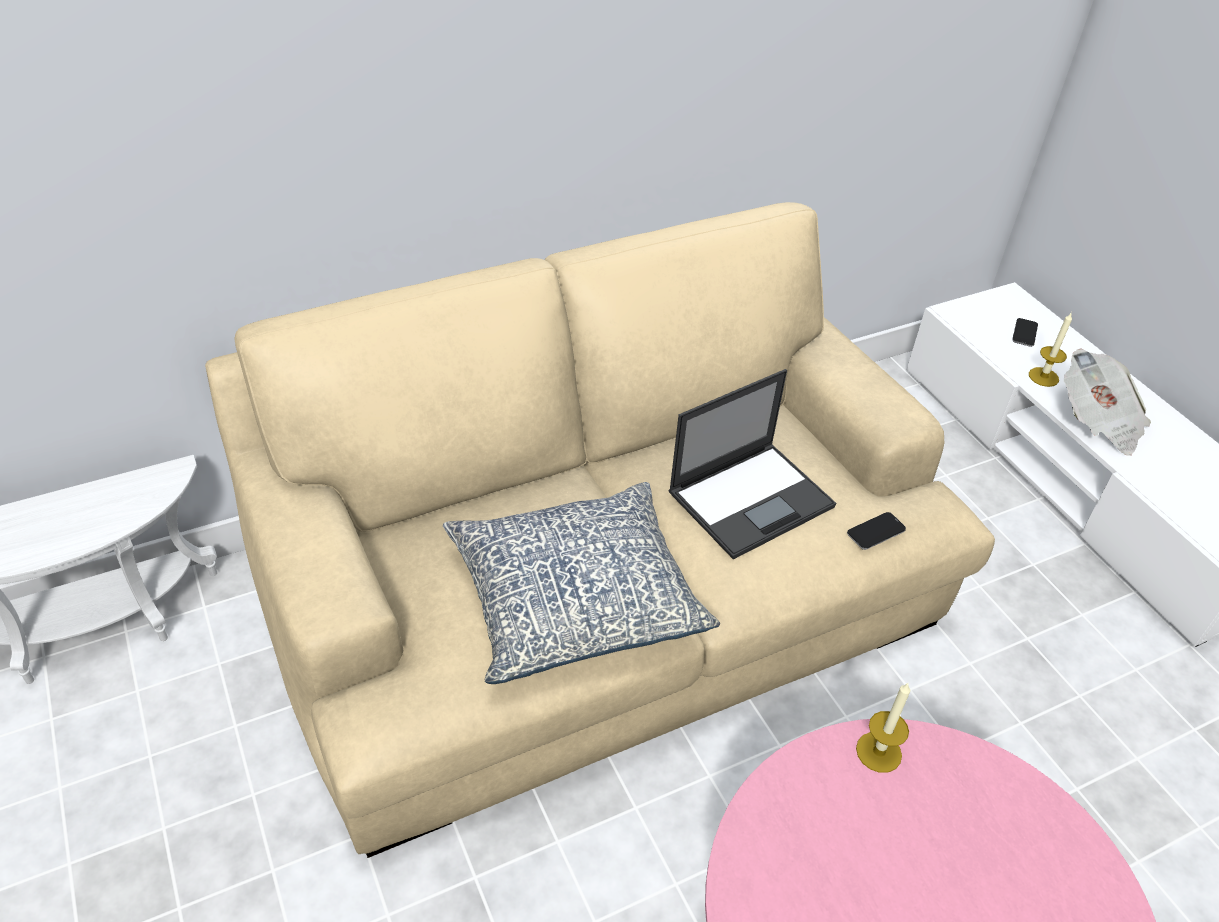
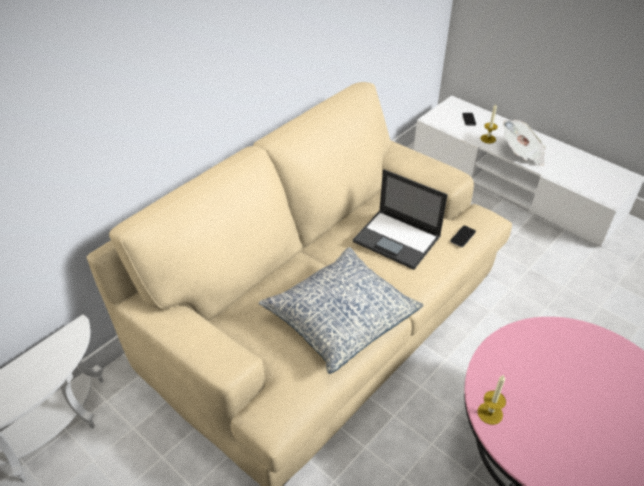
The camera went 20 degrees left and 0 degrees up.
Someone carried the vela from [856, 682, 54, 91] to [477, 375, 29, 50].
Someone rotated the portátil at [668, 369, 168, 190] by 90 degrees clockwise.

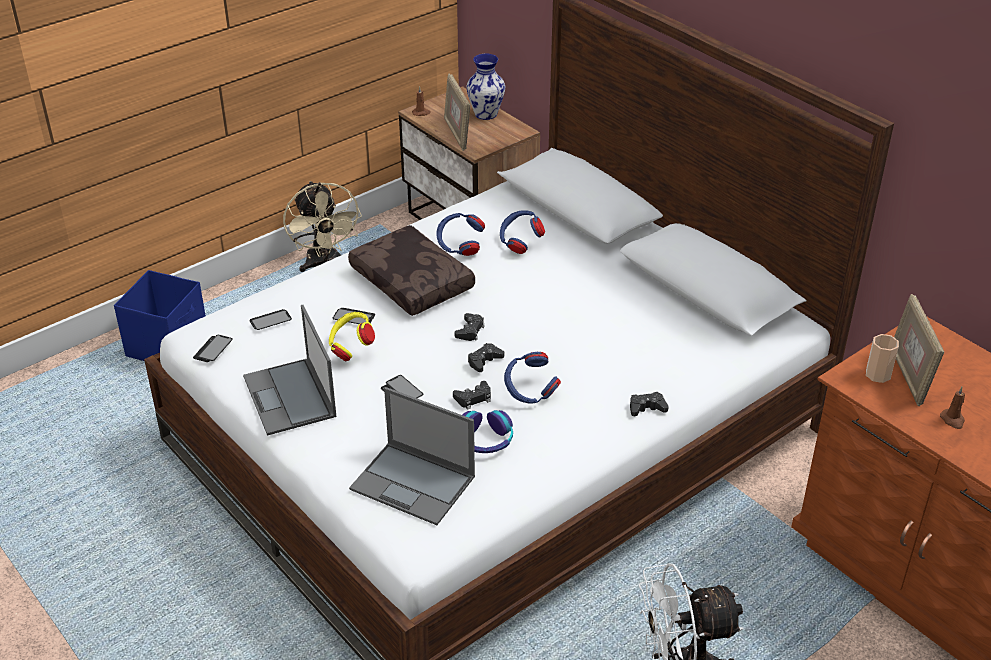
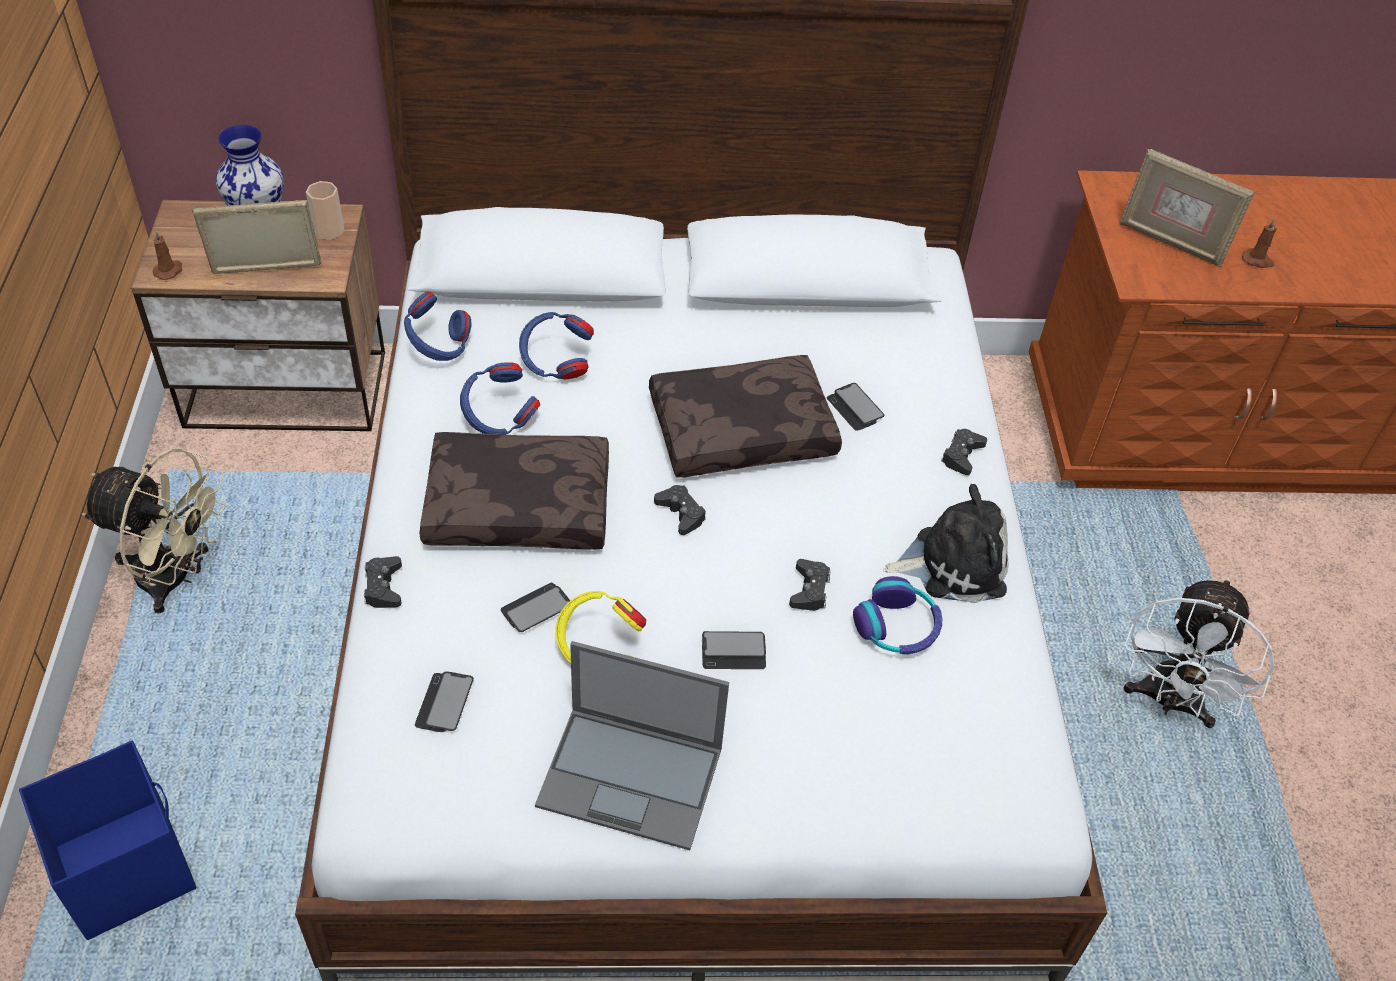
The camera went 55 degrees left and 10 degrees up.
Someone took away the portátil at [349, 387, 126, 138].
Someone put down the cojín (marrón) at [649, 355, 193, 123].
Someone put down the peluche at [883, 484, 125, 119].
Someone carried the móvil from [193, 335, 40, 27] to [827, 383, 57, 48].
Someone carried the mando de consola (negro) from [468, 343, 36, 29] to [364, 556, 38, 52].
Someone carried the auriculares (azul) from [504, 352, 57, 52] to [404, 291, 68, 70].
Someone carried the taza from [866, 334, 33, 49] to [306, 181, 38, 59].
Someone rotated the portarretratos at [444, 74, 26, 77] by 150 degrees clockwise.

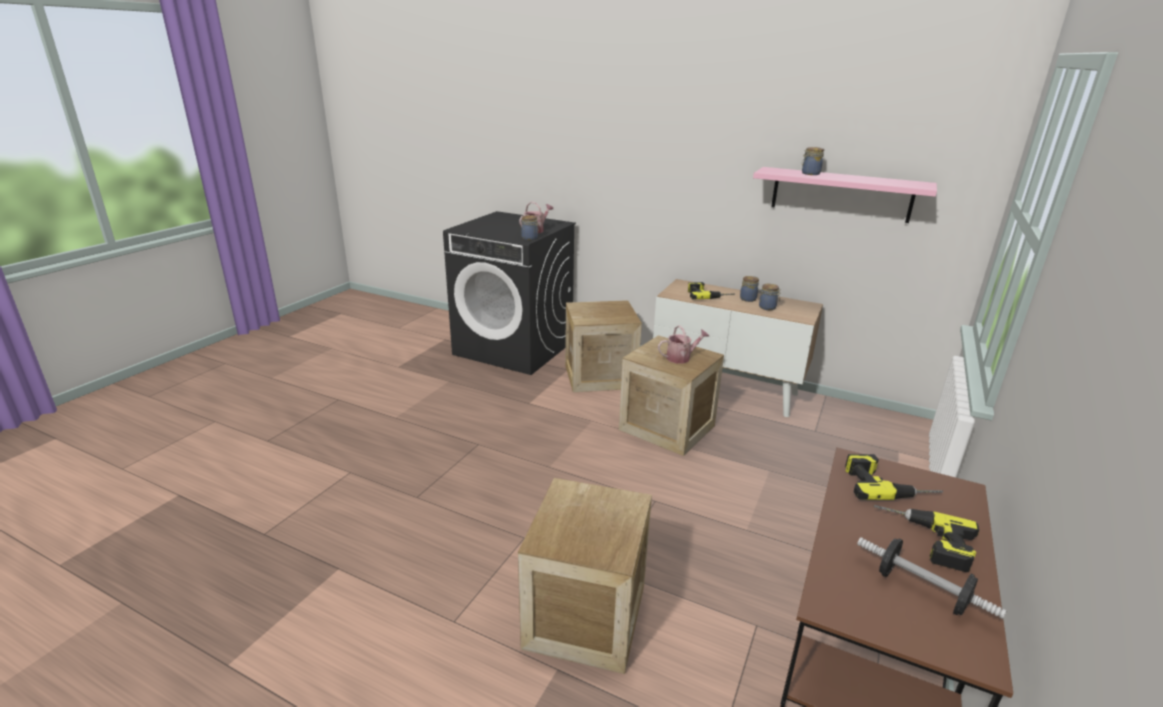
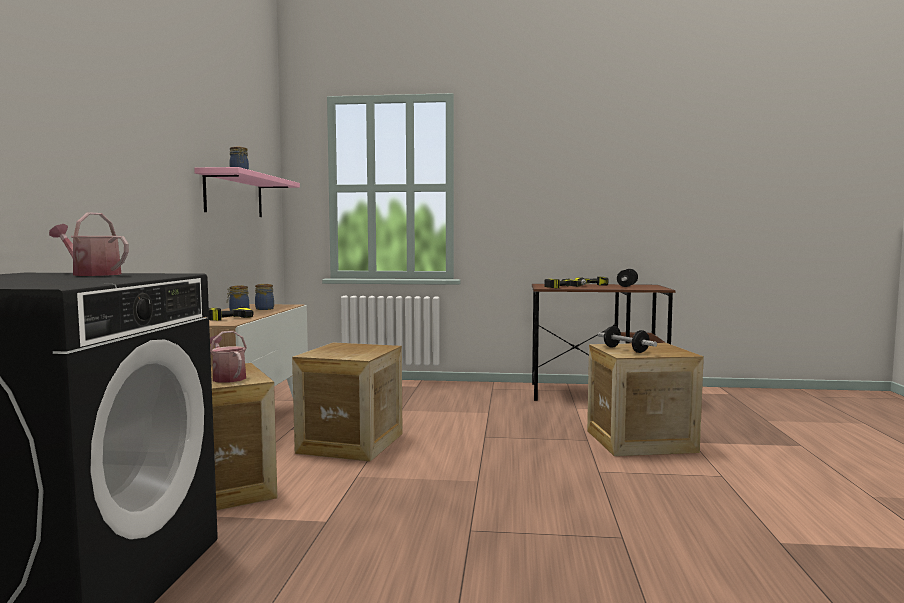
The camera went 110 degrees left and 20 degrees down.
Someone took away the tarro at [521, 215, 18, 25].
Someone put down the mancuerna at [598, 326, 59, 27].
Someone carried the regadera from [658, 325, 51, 39] to [210, 331, 37, 52].

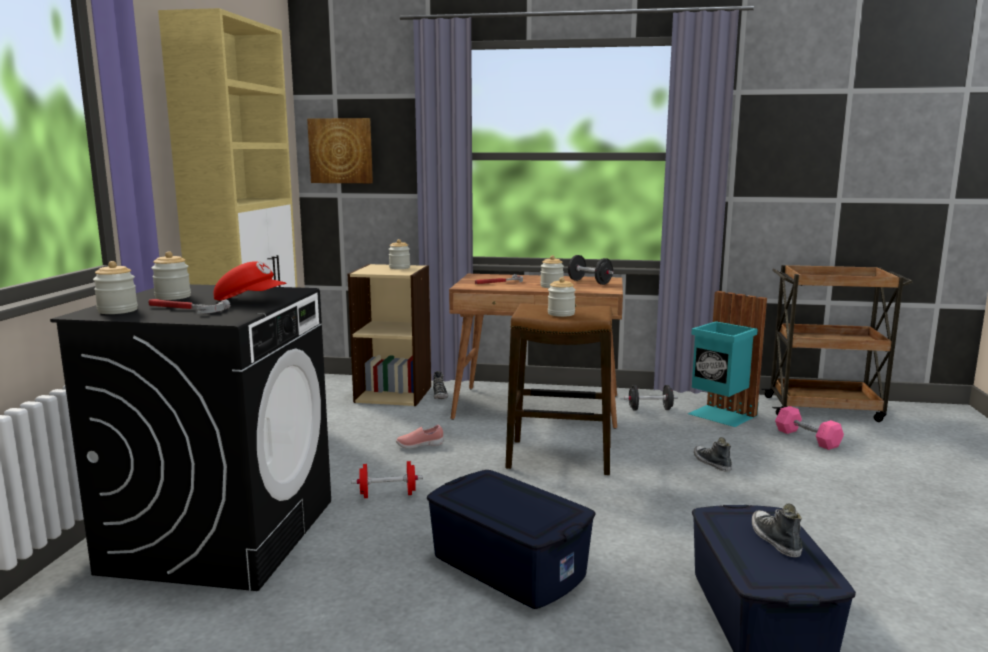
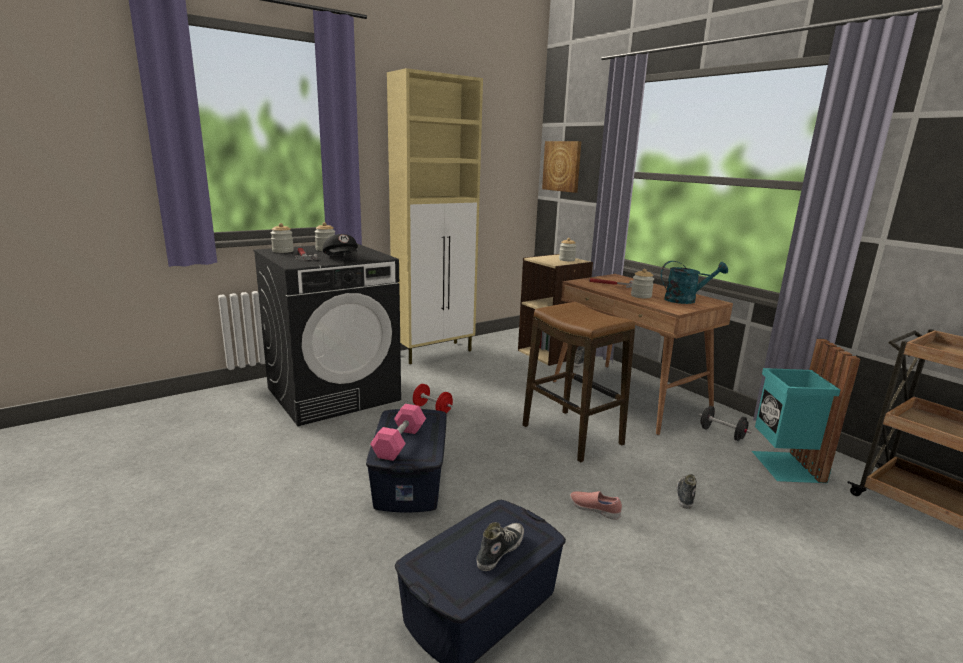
The camera went 45 degrees right and 5 degrees up.
Someone took away the tarro at [548, 277, 28, 40].
Someone carried the zapato (rosa) from [396, 425, 47, 24] to [570, 491, 52, 29].
Someone carried the mancuerna (rosa) from [775, 406, 69, 44] to [370, 404, 56, 57].
Someone swapped the mancuerna (negro) at [568, 255, 46, 30] for the regadera (turquesa) at [661, 261, 67, 43].
Someone repainted the gorra (rojo) at [214, 261, 73, 39], which became the gorra (negro) at [323, 234, 35, 21].

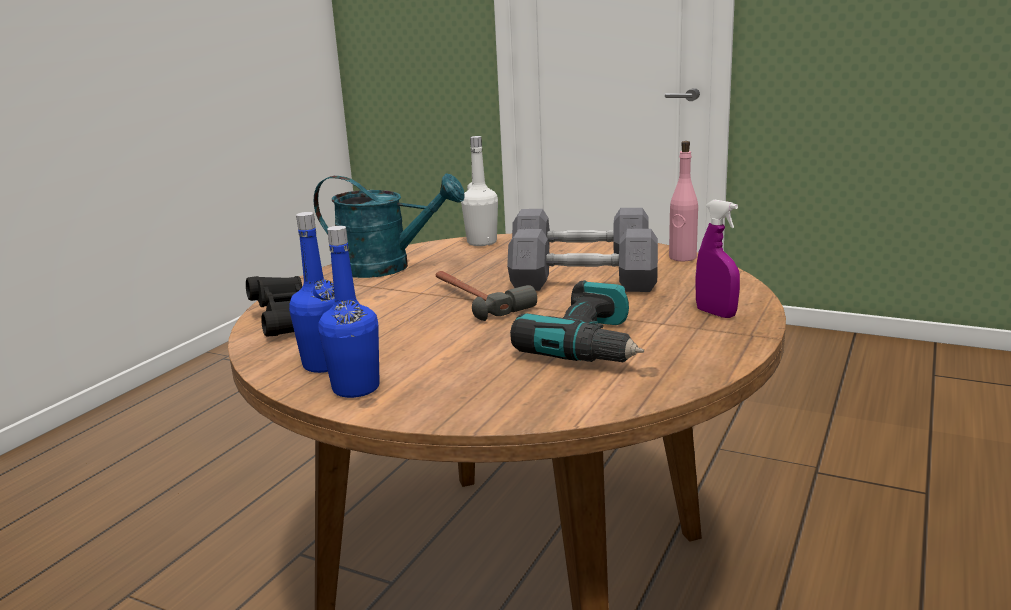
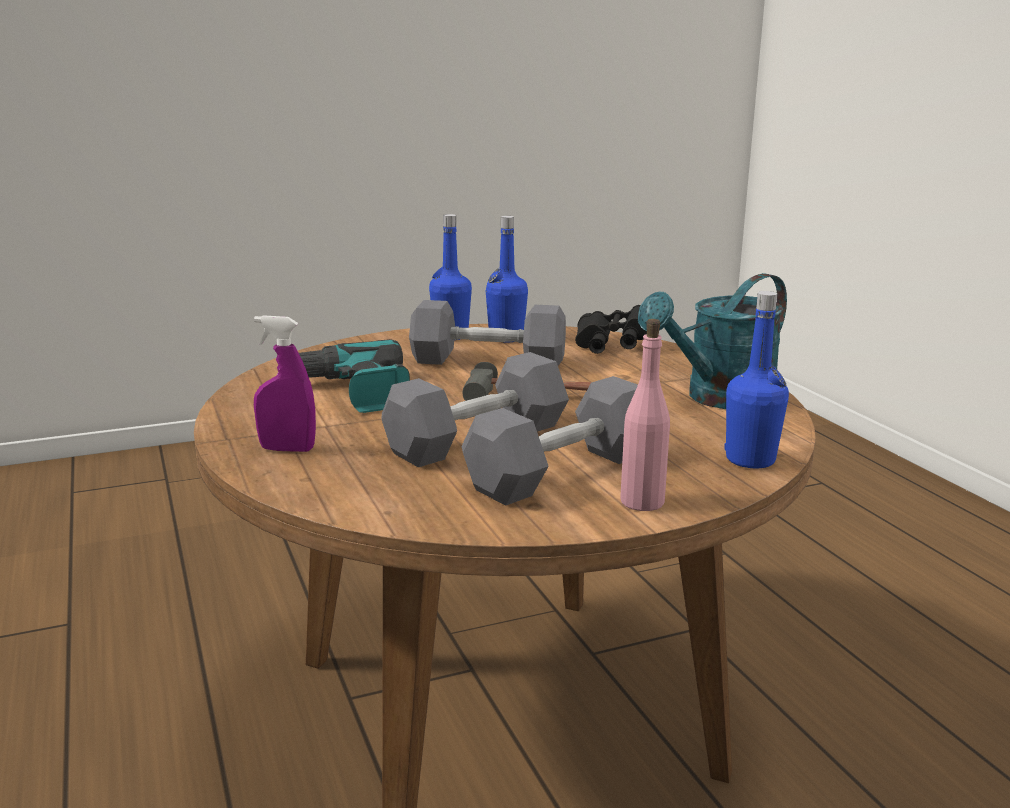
The camera went 130 degrees right and 0 degrees up.
Someone put down the mancuerna (gris) at [409, 300, 157, 66].
Someone carried the botella (rosa) from [669, 141, 29, 121] to [620, 319, 50, 192].
Someone repainted the botella (blanco) at [461, 136, 37, 110], which became the botella (azul) at [724, 291, 65, 178].

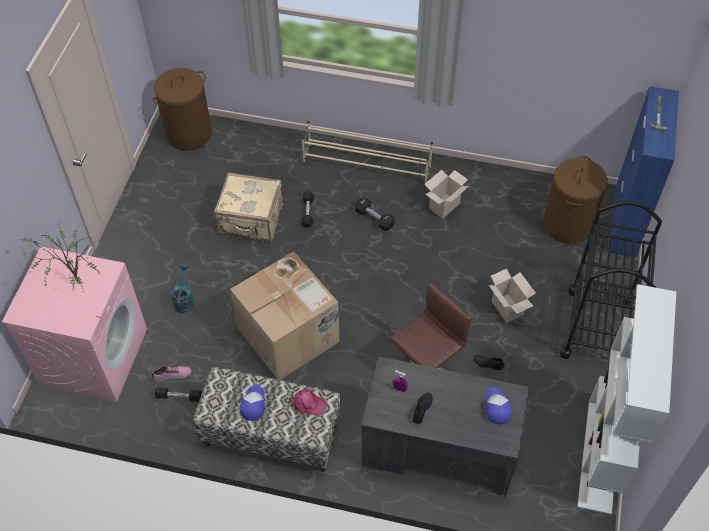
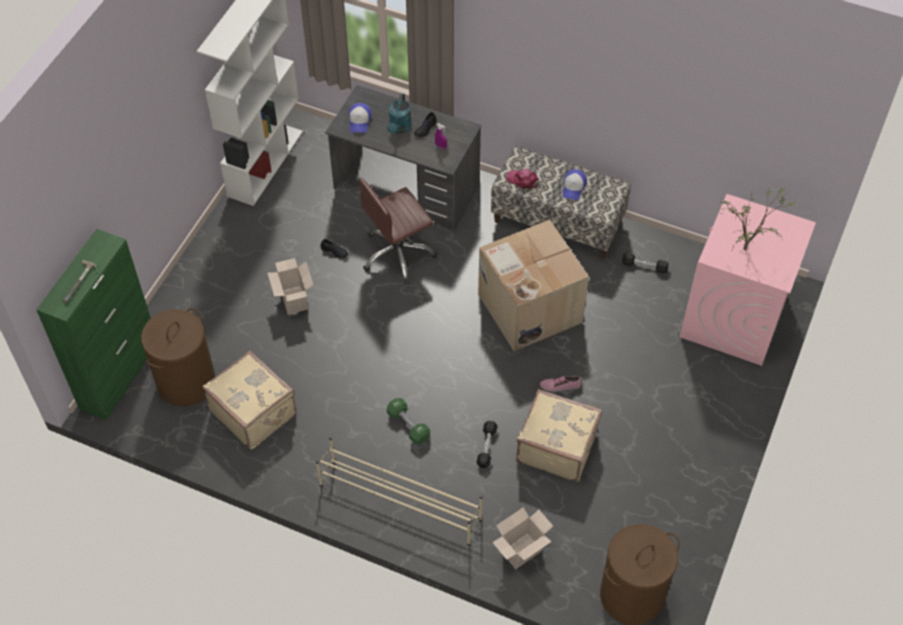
The camera went 170 degrees left and 0 degrees up.
Someone took away the carrito (negro) at [560, 201, 102, 158].
Someone put down the maleta (beis) at [203, 351, 93, 98].
Someone carried the zapato from [152, 366, 40, 16] to [540, 376, 42, 16].
Someone carried the regadera (turquesa) from [170, 264, 24, 49] to [387, 94, 25, 40].
Someone carried the caja de cartón from [424, 170, 44, 48] to [492, 507, 61, 62].
Someone repainted the mancuerna (negro) at [355, 198, 40, 33], which became the mancuerna (verde) at [387, 398, 43, 46].
Someone repainted the armario (azul) at [610, 86, 69, 172], which became the armario (verde) at [36, 229, 115, 191].

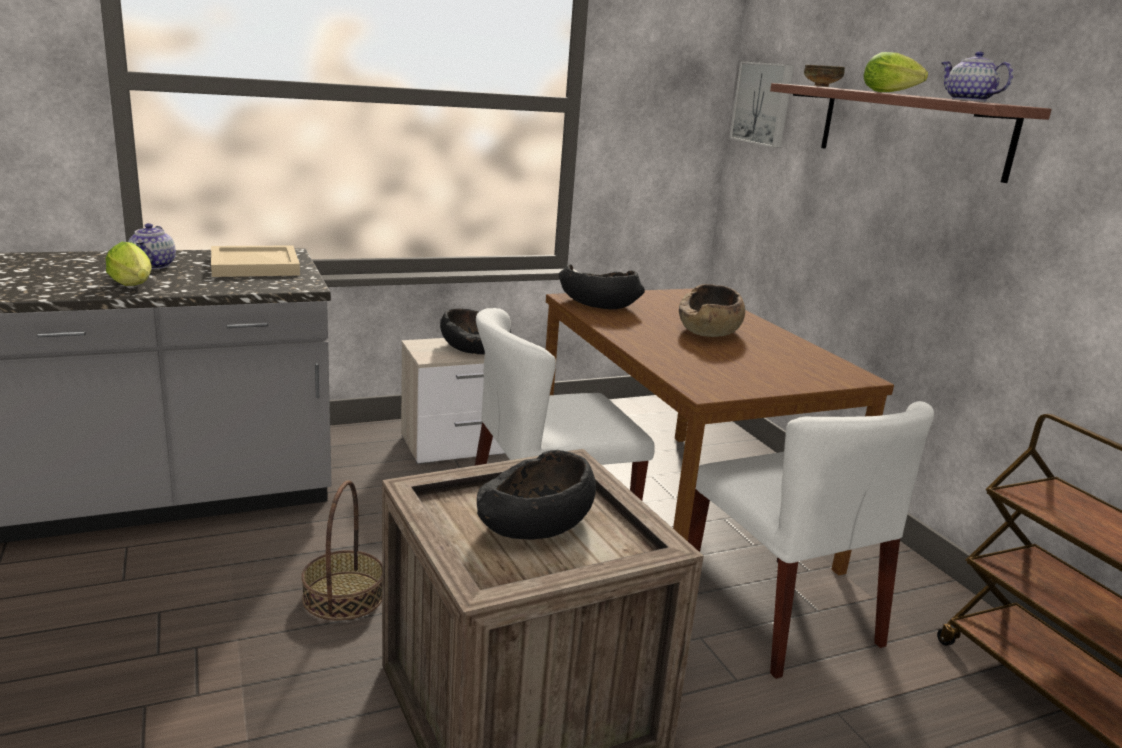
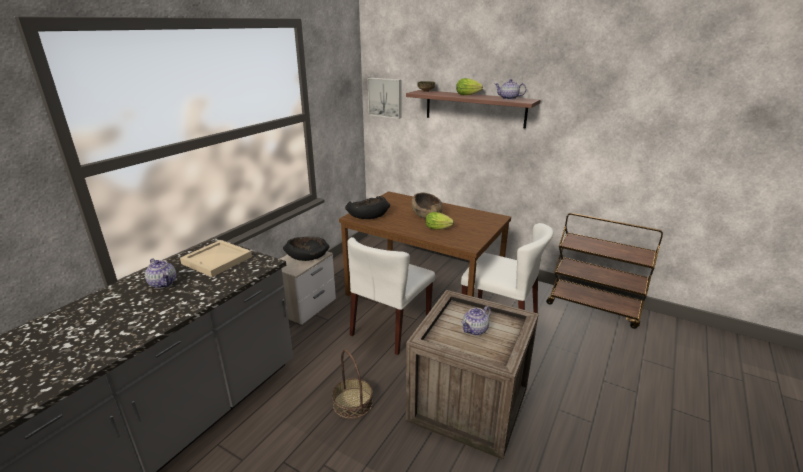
The camera went 35 degrees left and 5 degrees up.
Someone carried the lechuga from [106, 242, 46, 44] to [426, 212, 28, 18].
Someone swapped the cuenco (negro) at [477, 450, 119, 90] for the tetera at [461, 306, 30, 29].

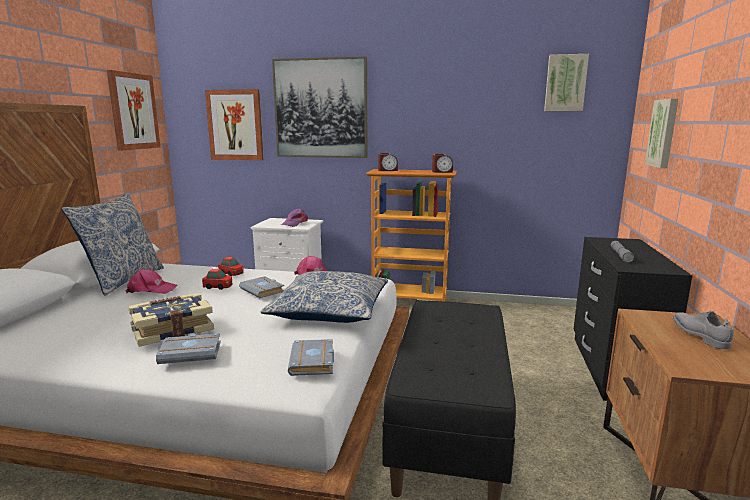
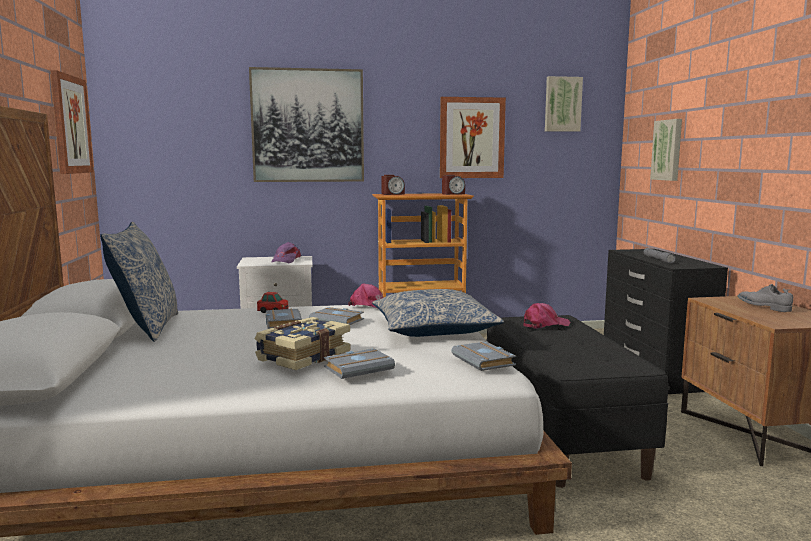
The camera went 20 degrees left and 5 degrees down.
Someone carried the gorra (rosa) from [126, 269, 51, 25] to [523, 303, 48, 26].
Someone carried the cuadro from [205, 89, 59, 71] to [440, 97, 66, 81].
Someone swapped the coche de juguete at [202, 269, 30, 21] for the libro (gris) at [266, 309, 36, 20].

